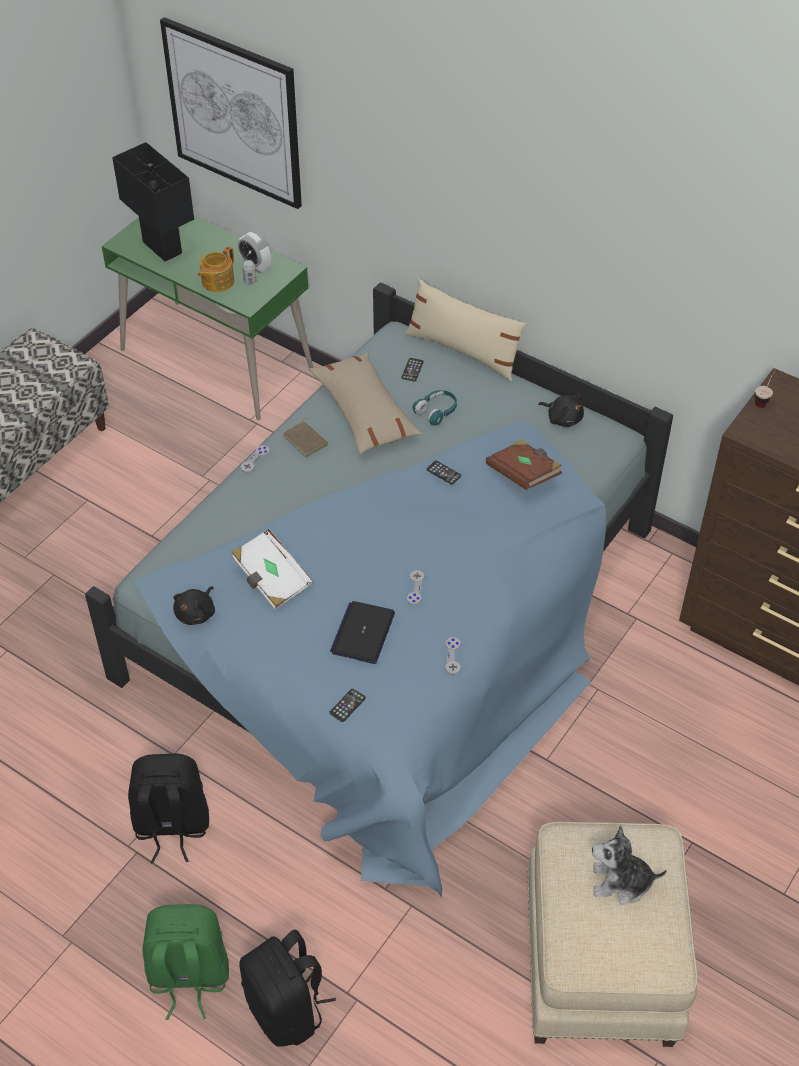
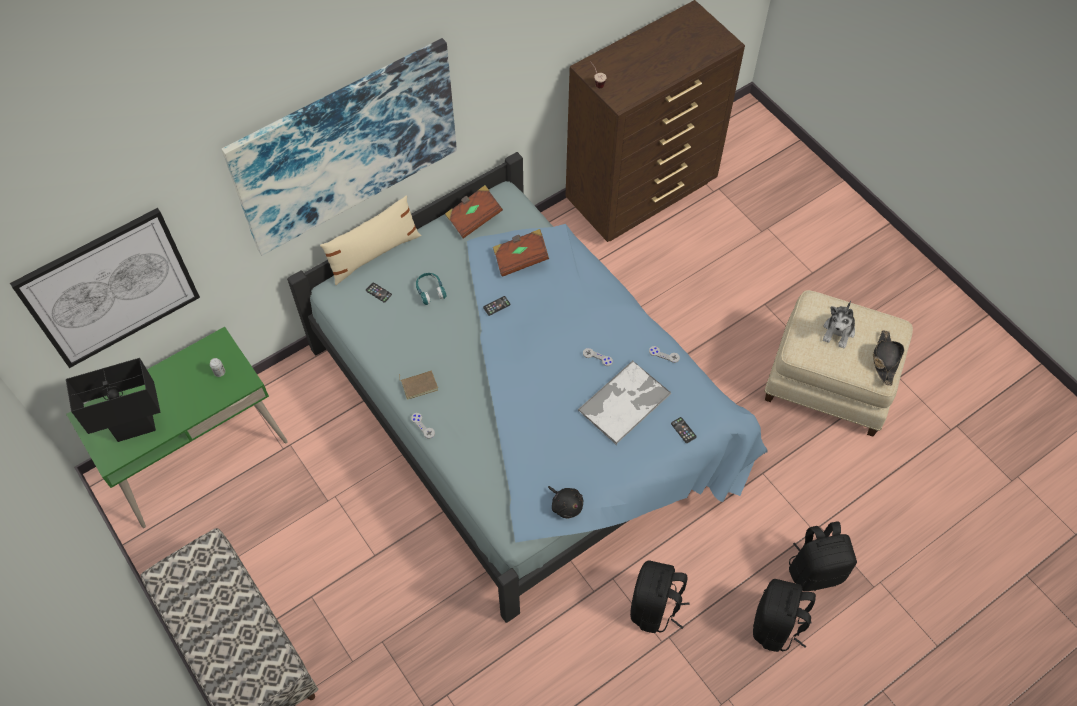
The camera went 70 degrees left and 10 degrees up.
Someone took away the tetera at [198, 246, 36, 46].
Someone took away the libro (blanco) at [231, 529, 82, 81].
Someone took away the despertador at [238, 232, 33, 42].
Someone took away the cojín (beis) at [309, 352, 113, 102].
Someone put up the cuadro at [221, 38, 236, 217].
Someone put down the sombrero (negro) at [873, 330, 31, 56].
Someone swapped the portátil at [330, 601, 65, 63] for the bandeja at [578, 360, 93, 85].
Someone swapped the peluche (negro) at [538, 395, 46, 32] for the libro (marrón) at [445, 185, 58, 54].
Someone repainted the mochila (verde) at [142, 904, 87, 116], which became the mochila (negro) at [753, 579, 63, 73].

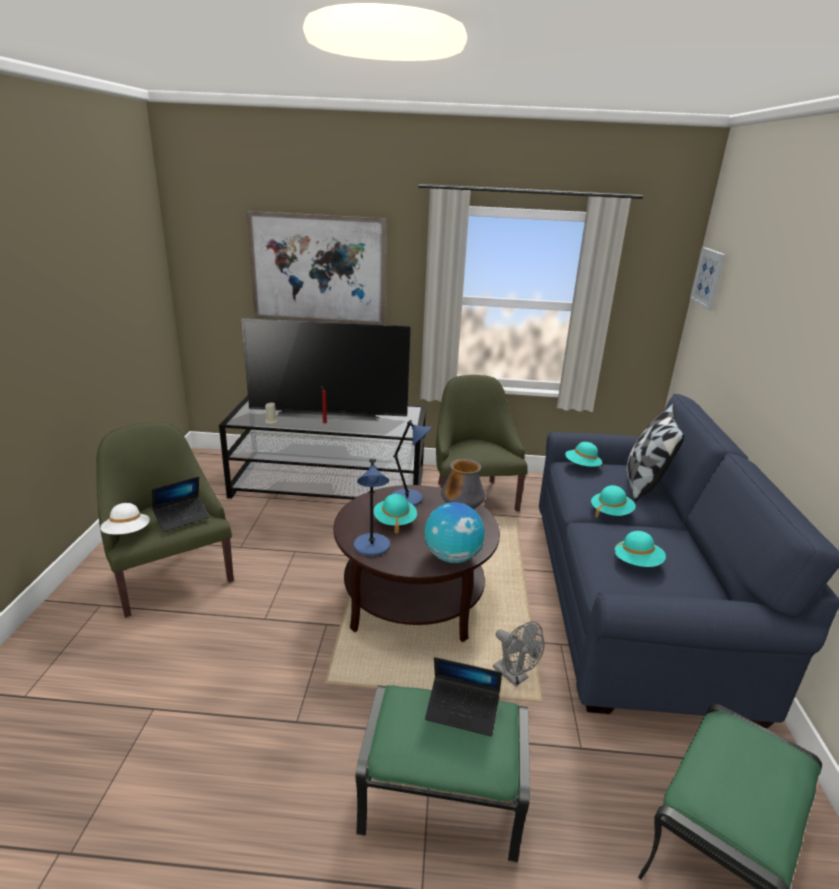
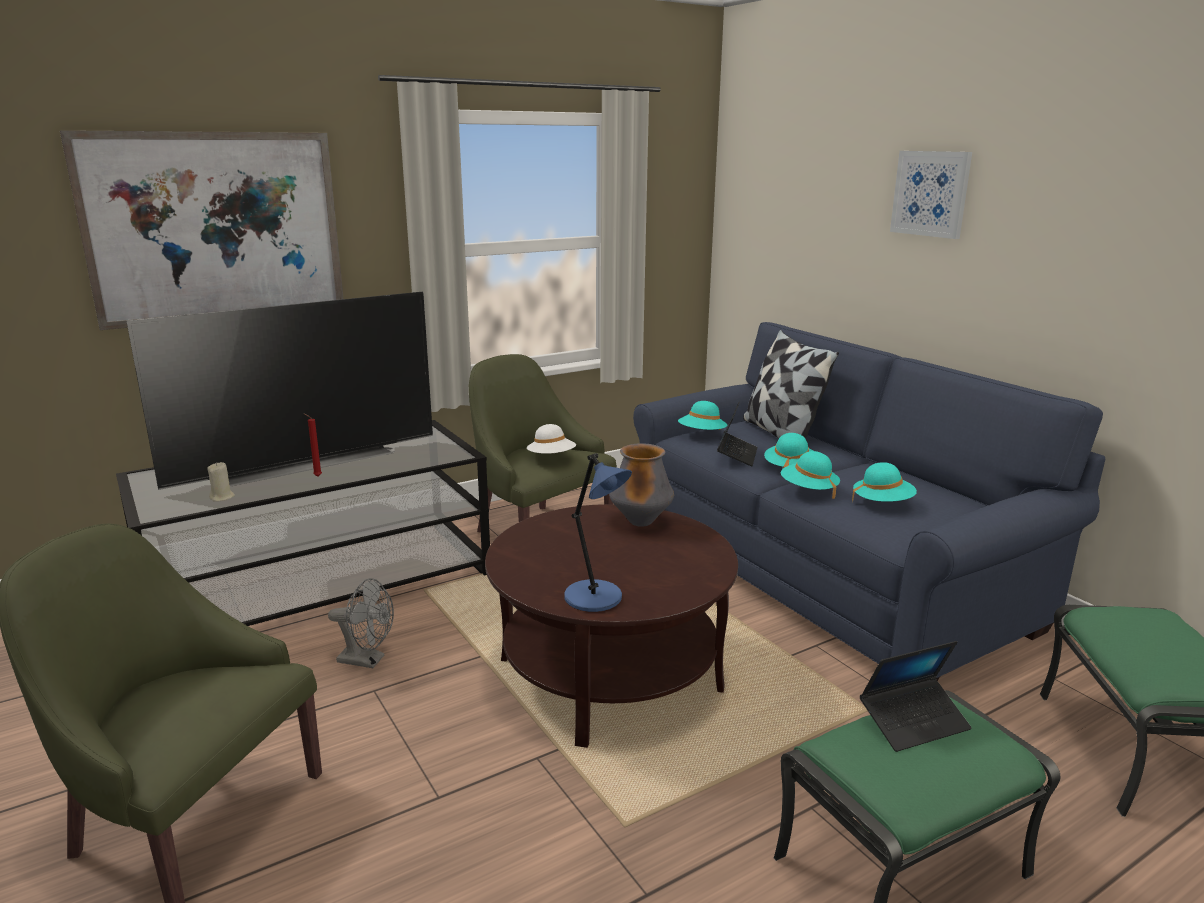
The camera went 35 degrees left and 5 degrees down.
Someone took away the lámpara de mesa (azul) at [391, 420, 41, 86].
Someone took away the globo terráqueo at [424, 502, 61, 61].
Someone carried the sombrero (blanco) from [100, 503, 50, 31] to [527, 424, 49, 30].
Someone carried the portátil from [152, 476, 58, 56] to [717, 402, 40, 64].
Someone carried the sombrero (turquesa) from [374, 494, 43, 40] to [781, 451, 59, 48].
Someone carried the ventilador (gris) from [493, 622, 51, 64] to [328, 578, 66, 90].
Someone carried the cuadro from [690, 247, 36, 63] to [890, 151, 82, 88].

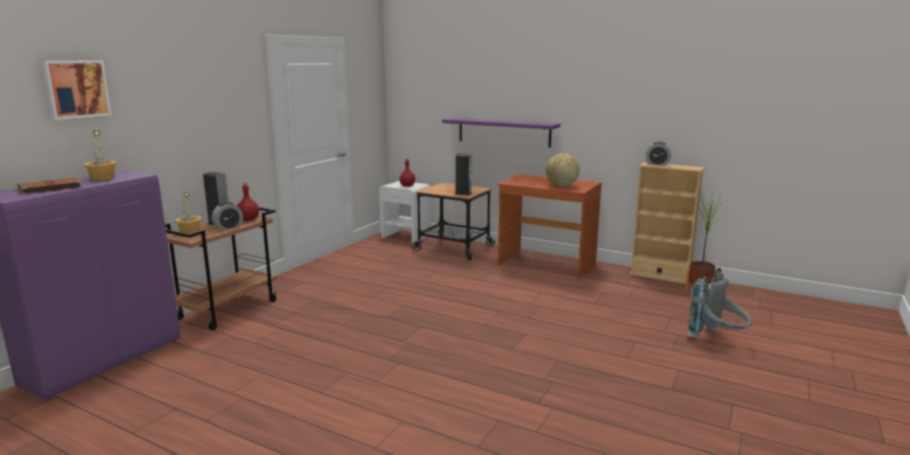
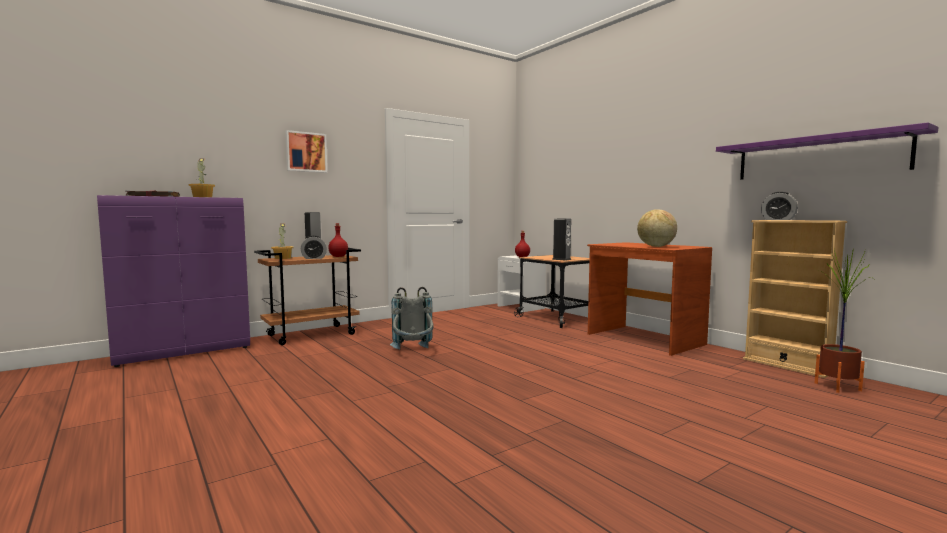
The camera went 25 degrees right and 10 degrees down.
Someone carried the cuadro from [41, 61, 71, 59] to [285, 130, 42, 43].
Someone carried the estante (morado) from [442, 118, 119, 30] to [716, 122, 222, 58].
Someone carried the mochila (gris) from [687, 268, 65, 71] to [390, 287, 44, 63].

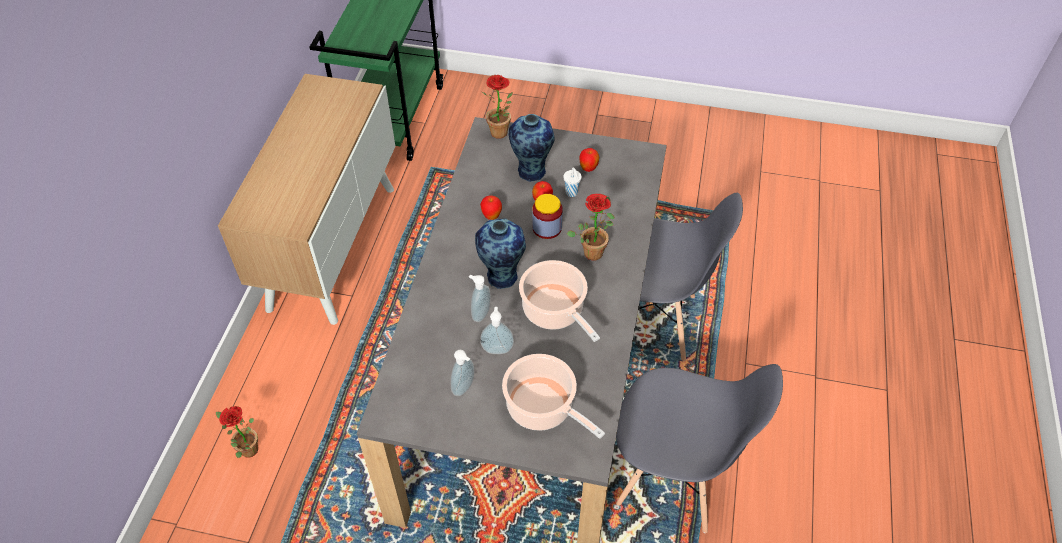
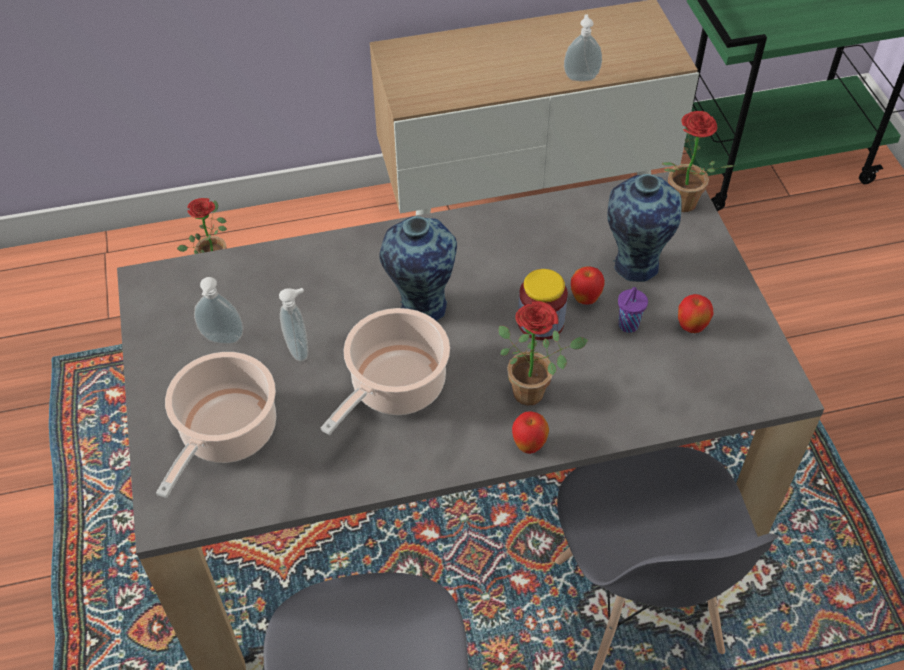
The camera went 65 degrees right and 0 degrees up.
Someone carried the dispensador de jabón from [469, 275, 21, 47] to [564, 14, 38, 67].
Someone carried the manzana from [480, 195, 22, 25] to [512, 411, 37, 43].
Someone repainted the taza (blanco) at [563, 168, 19, 29], which became the taza (morado) at [618, 287, 30, 46].

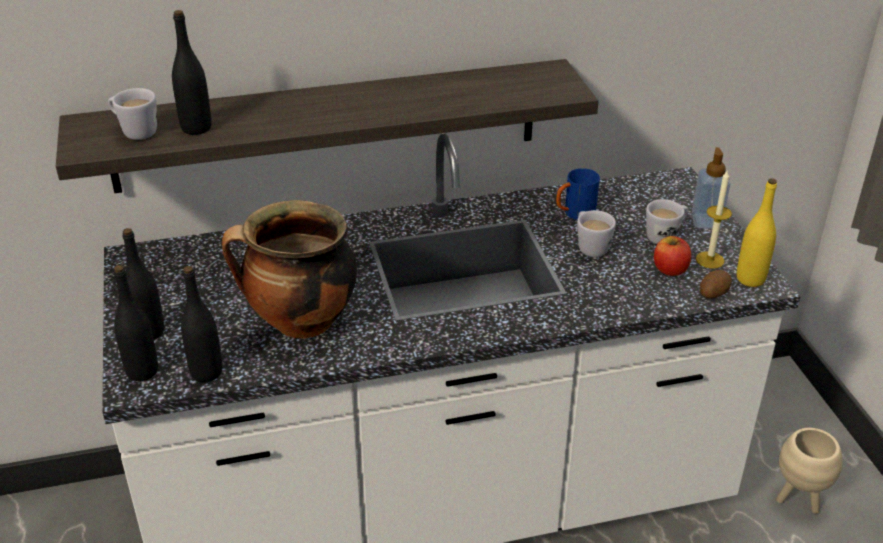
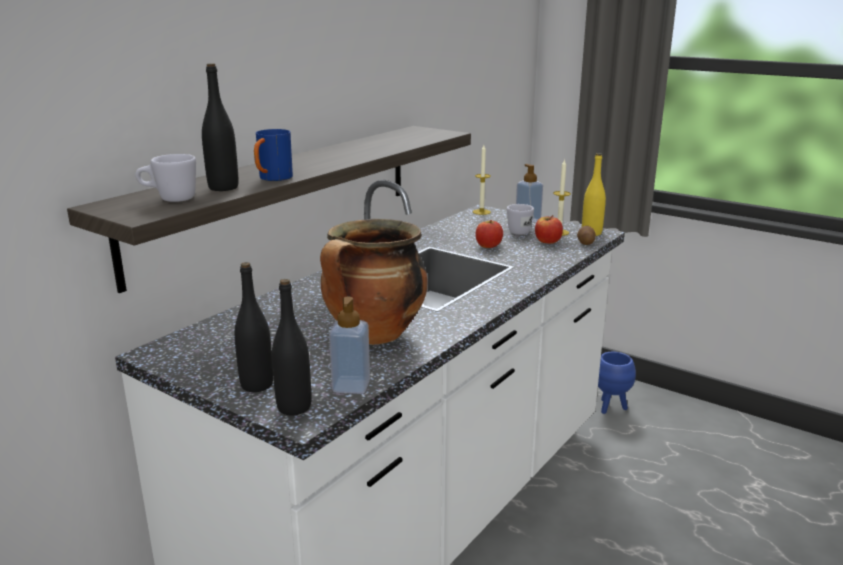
The camera went 40 degrees left and 15 degrees down.
Someone put down the vela at [473, 145, 18, 70].
Someone carried the taza grande (azul) from [556, 168, 44, 52] to [254, 129, 39, 52].
Someone swapped the botella (negro) at [181, 266, 41, 116] for the dispensador de jabón at [329, 296, 41, 98].
Someone swapped the taza grande (blanco) at [577, 210, 39, 47] for the manzana at [476, 220, 27, 28].
Someone repainted the maceta (beis) at [776, 428, 66, 86], which became the maceta (azul) at [598, 352, 38, 62].

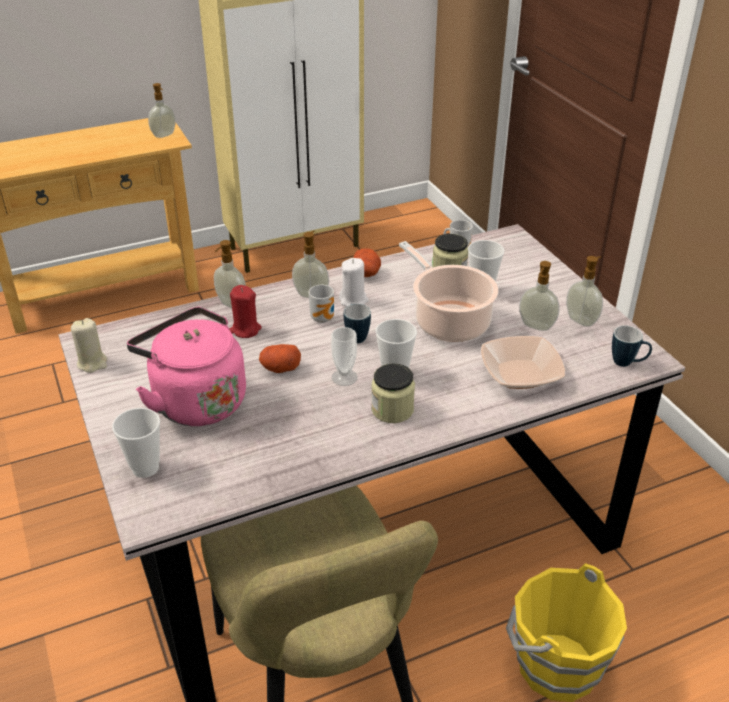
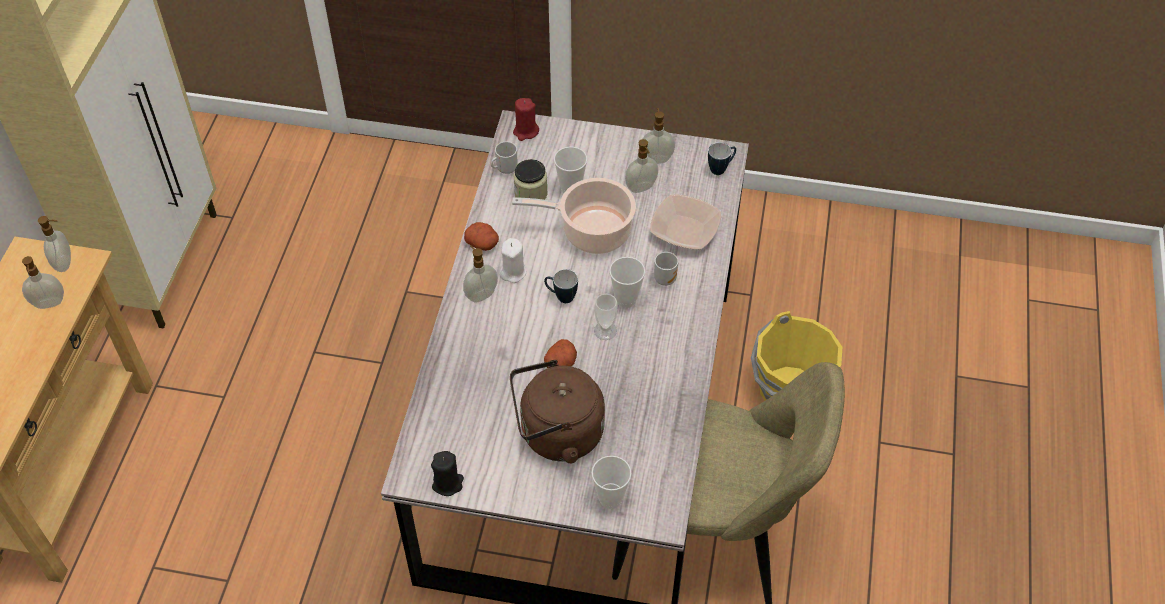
The camera went 55 degrees left and 15 degrees up.
Someone took away the tarro at [371, 364, 44, 59].
Someone carried the dispensador de jabón from [214, 240, 32, 68] to [22, 256, 42, 53].
Someone carried the vela (rojo) from [229, 285, 33, 53] to [513, 98, 26, 43].
Someone carried the taza grande from [309, 285, 25, 38] to [654, 252, 24, 34].
Someone repainted the vela (beis) at [71, 318, 36, 55], which became the vela (negro) at [431, 451, 33, 45].
Someone repainted the hervidor (rosa) at [127, 307, 119, 119], which became the hervidor (marrón) at [510, 360, 95, 104].

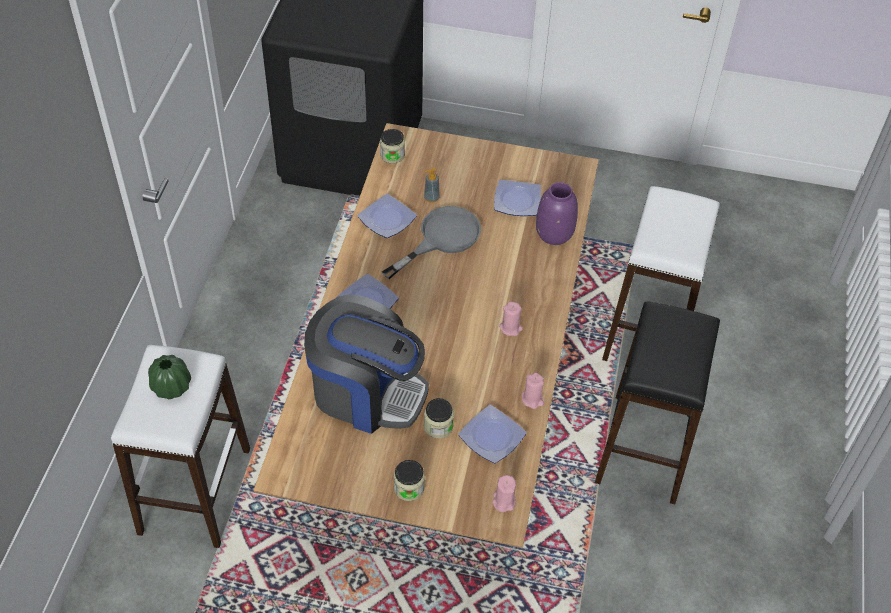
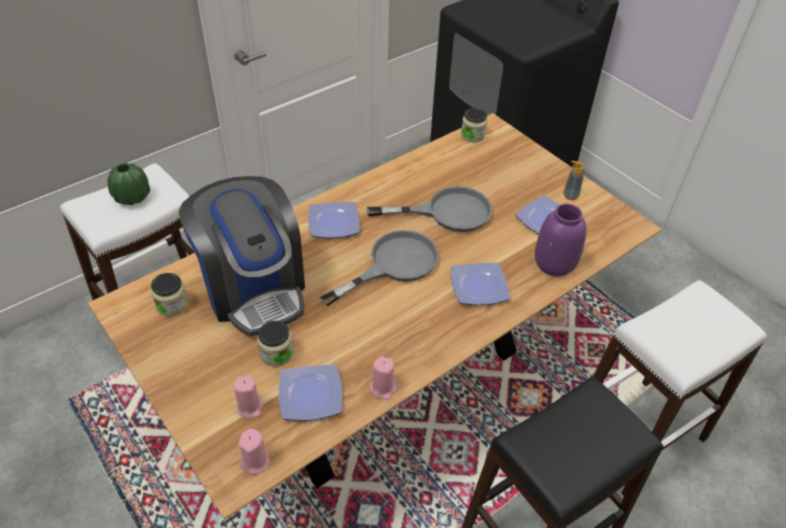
The camera went 40 degrees right and 5 degrees down.
Someone put down the sartén (gris) at [320, 230, 119, 76].
Someone carried the plato from [357, 194, 60, 44] to [451, 262, 59, 43].
Someone carried the tarro from [394, 460, 31, 41] to [151, 273, 38, 44].
Someone carried the dispensador de jabón from [424, 168, 16, 35] to [563, 161, 21, 39].
Someone carried the vela (rosa) from [499, 302, 24, 34] to [233, 375, 30, 44].

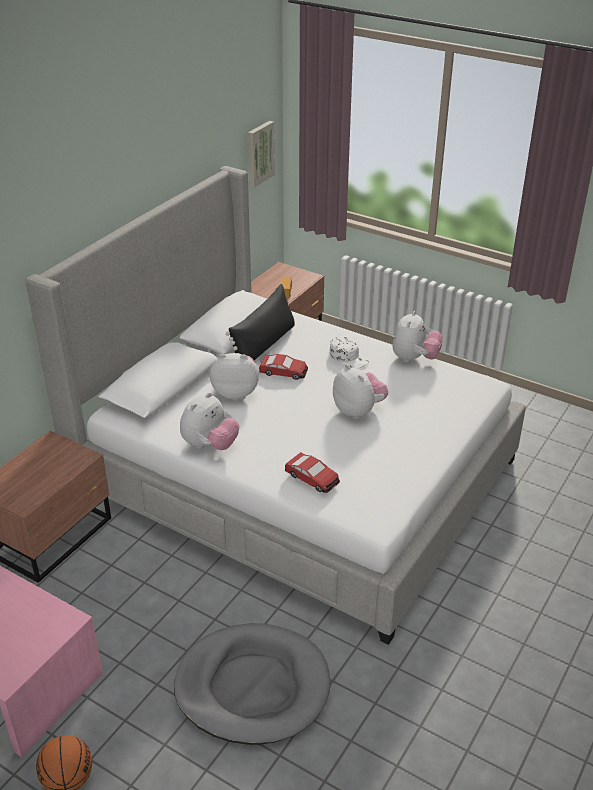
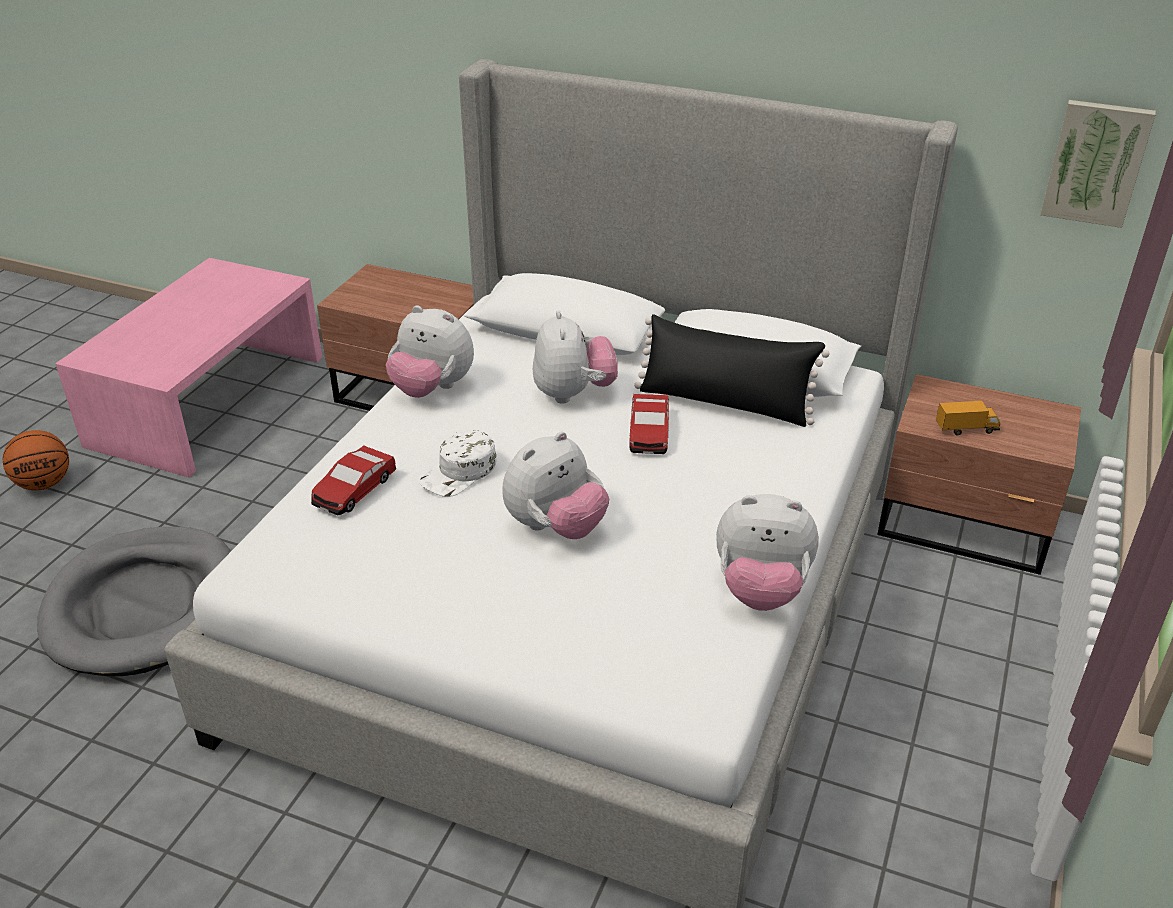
The camera went 80 degrees right and 0 degrees up.
Someone carried the gorra (blanco) from [329, 336, 40, 33] to [419, 430, 78, 67].

